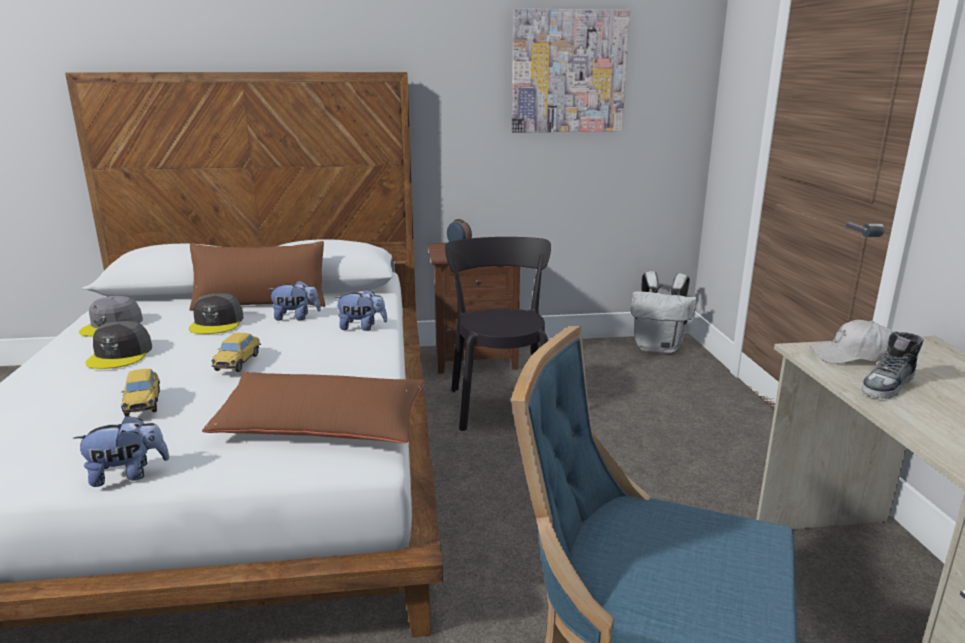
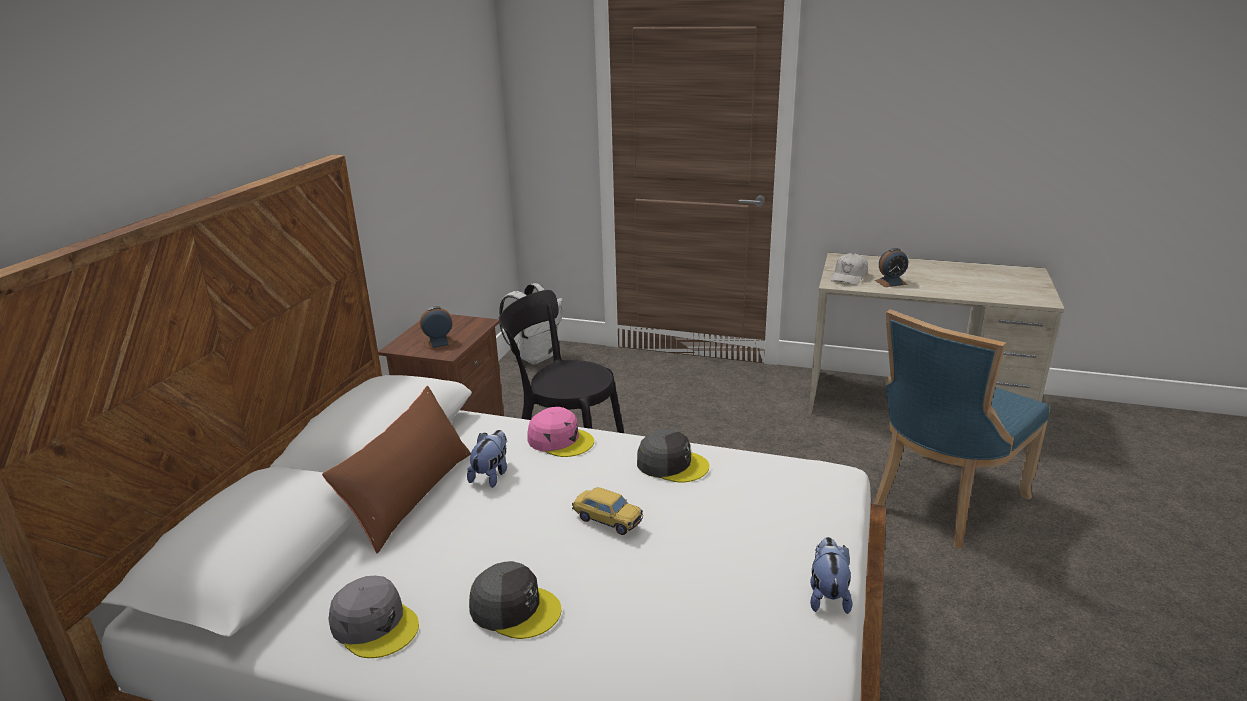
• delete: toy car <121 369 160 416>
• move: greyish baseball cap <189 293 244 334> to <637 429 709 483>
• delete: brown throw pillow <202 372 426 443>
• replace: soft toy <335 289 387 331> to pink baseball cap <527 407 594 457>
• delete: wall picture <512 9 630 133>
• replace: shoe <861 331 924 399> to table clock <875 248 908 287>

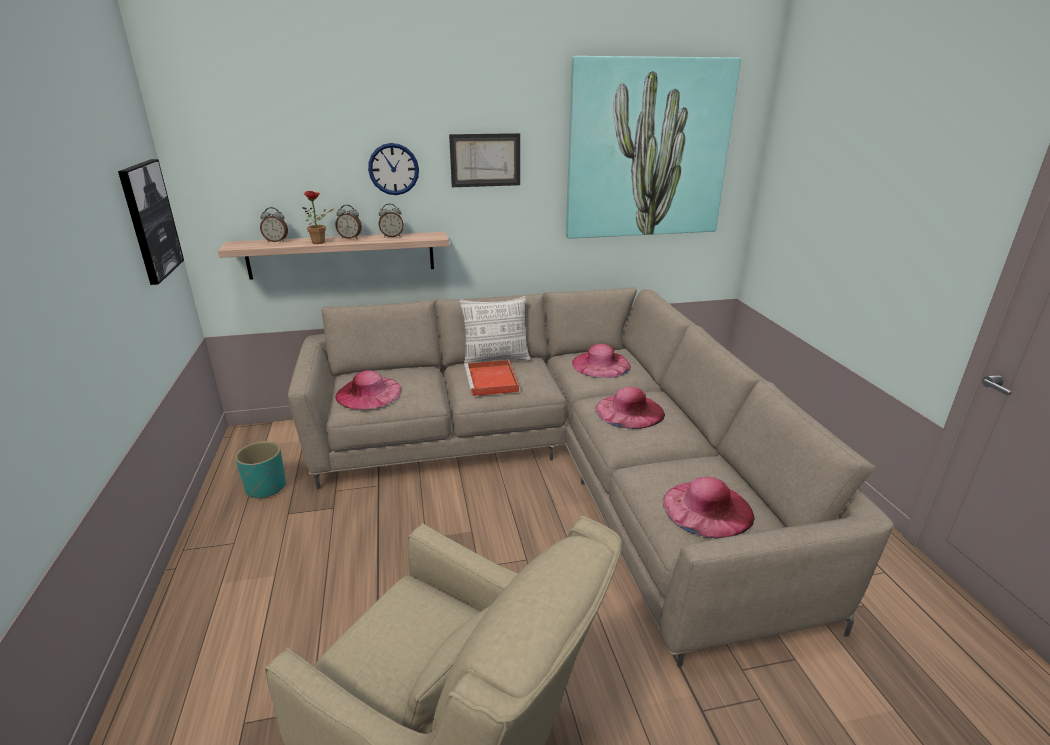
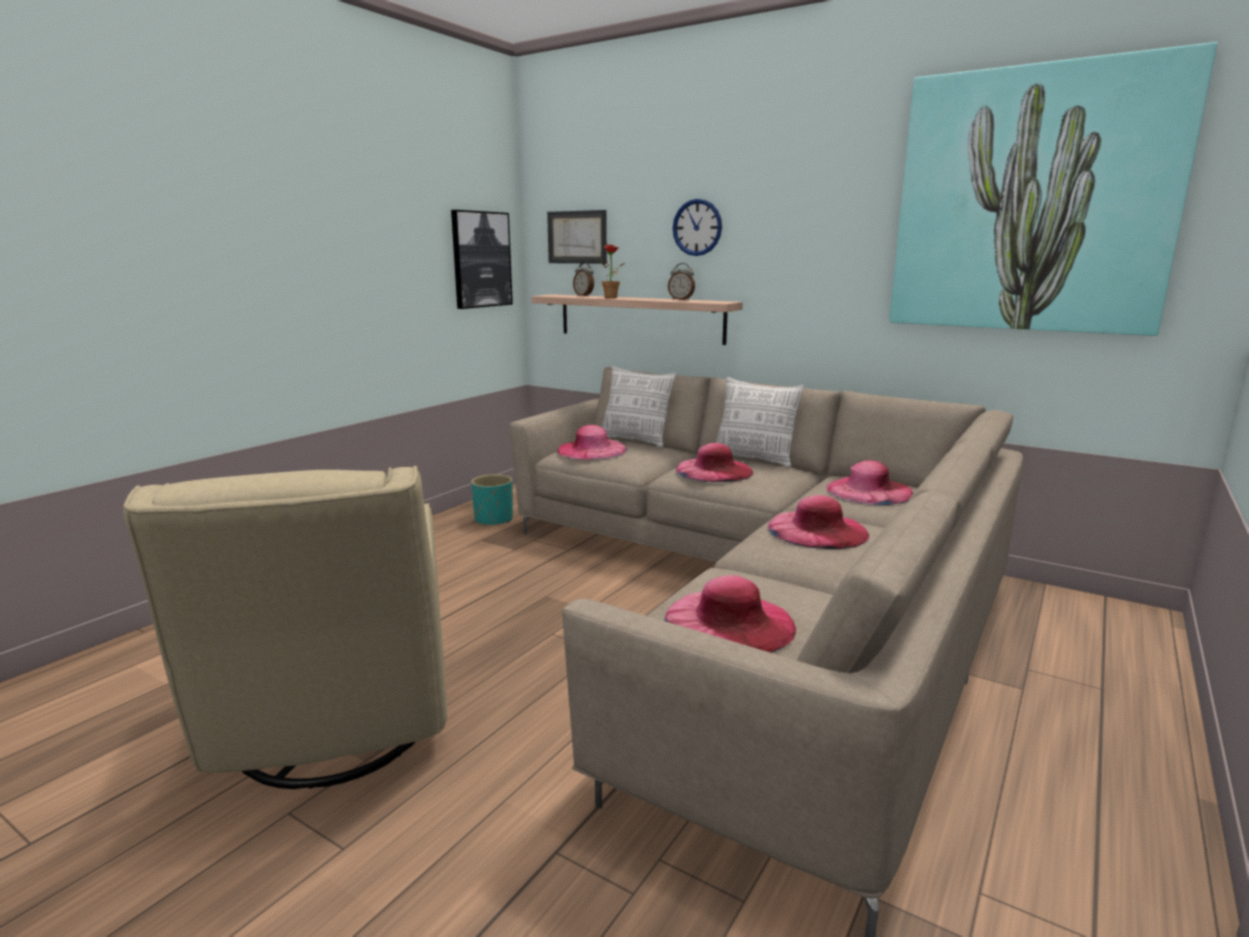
• delete: table clock <335 205 362 239>
• move: wall picture <449 133 520 187> to <547 210 607 264>
• replace: red-coloured tray <464 360 519 396> to pink wearable hat <676 443 754 482>
• insert: throw pillow <602 365 676 448>

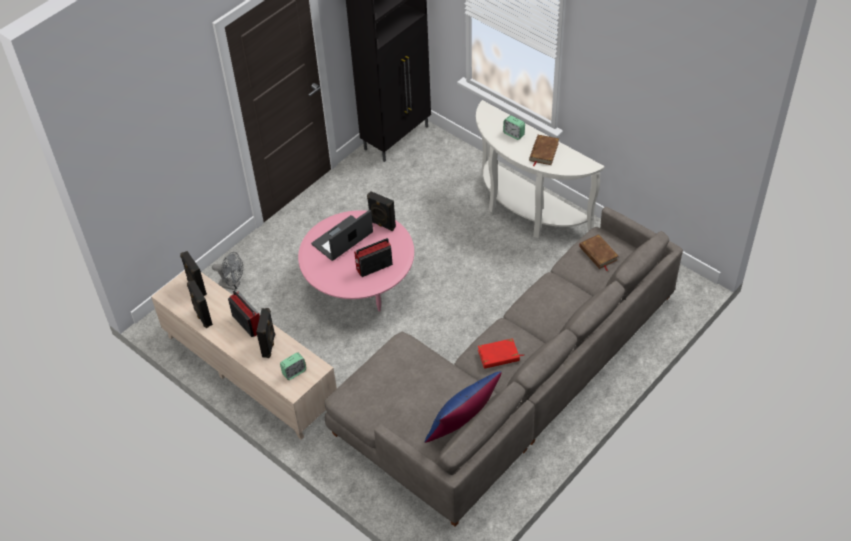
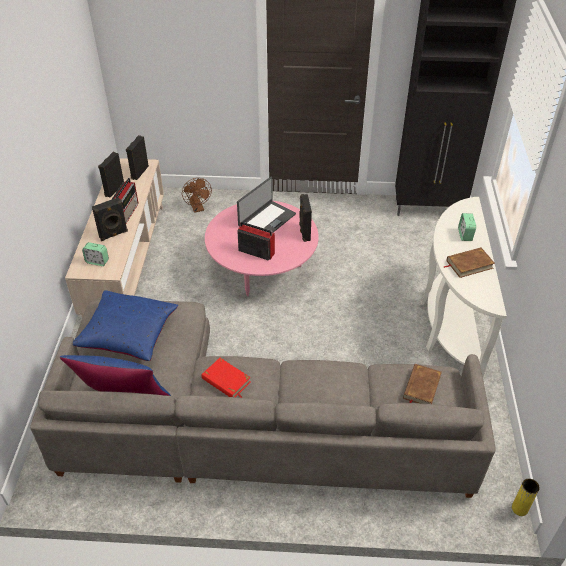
• recolor: greyish fan <212 252 243 291> to brown fan <182 178 212 213>
• rotate: notebook computer <311 210 373 261> = <237 177 296 233> 120 degrees clockwise
• insert: bluish throw pillow <73 290 178 361>
• insert: yellowish decorative vase <512 479 540 516>

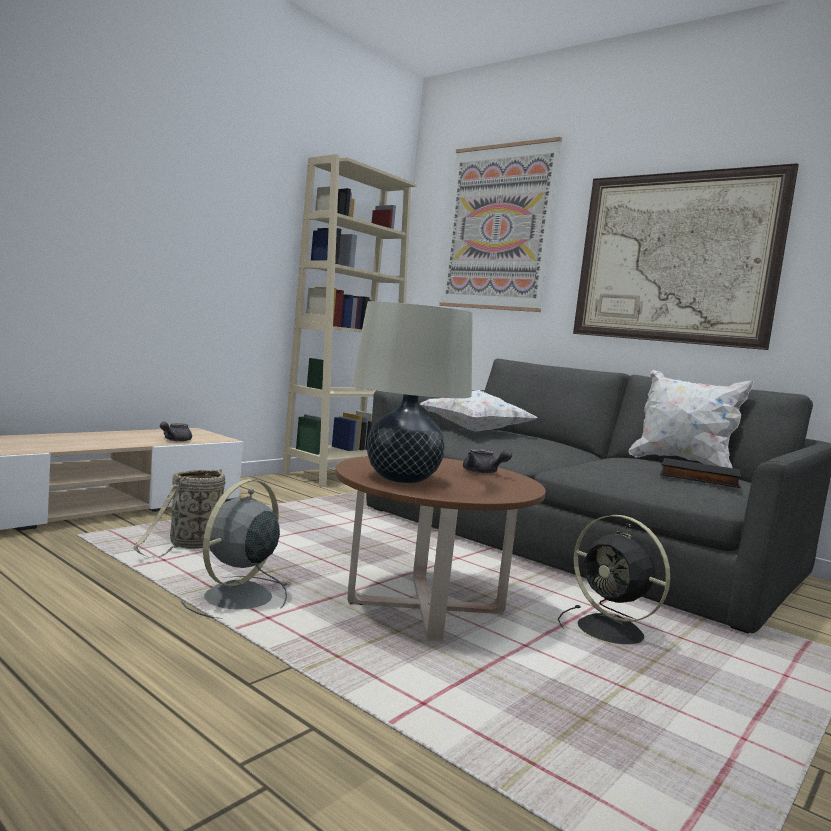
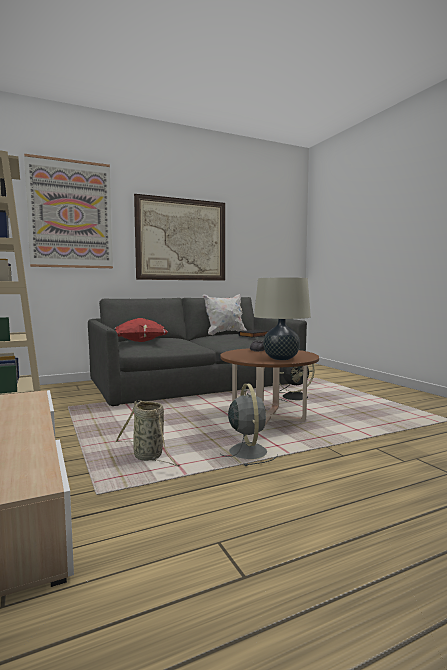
• delete: greyish tea pot <160 422 192 442>
• rotate: greyish fan <181 479 287 619> = <221 384 278 466> 150 degrees counterclockwise
• recolor: whitish throw pillow <420 390 537 432> to red-coloured throw pillow <114 318 168 342>

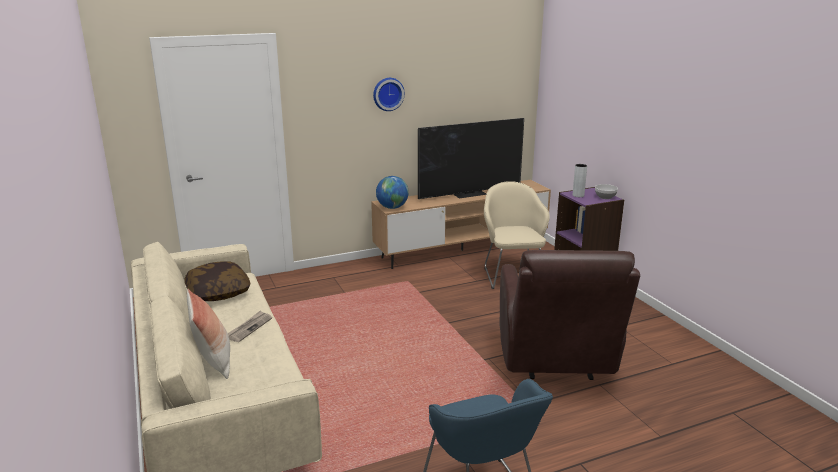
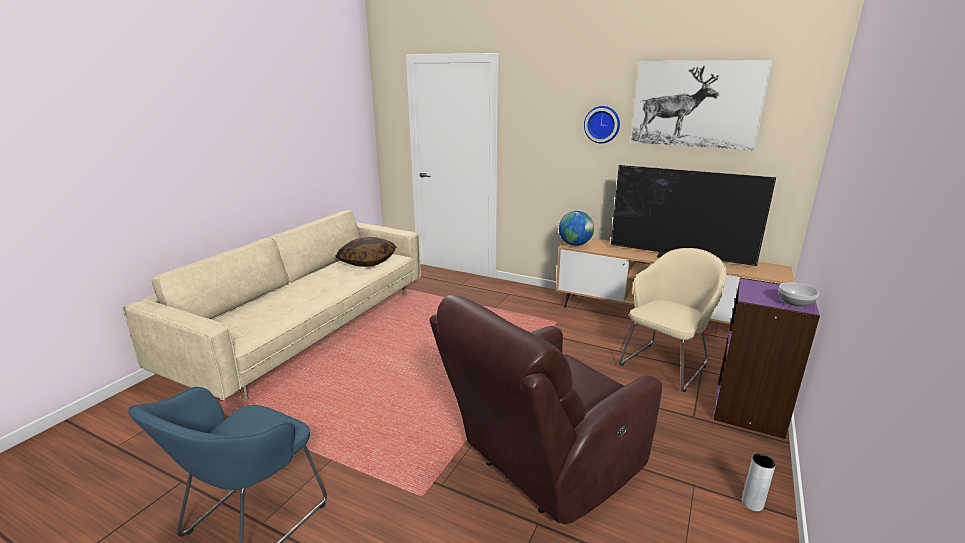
• delete: throw pillow <187 289 230 379>
• delete: newspaper <228 310 272 342>
• move: greyish decorative vase <573 164 587 197> to <742 454 776 511>
• insert: wall picture <631 60 773 150>

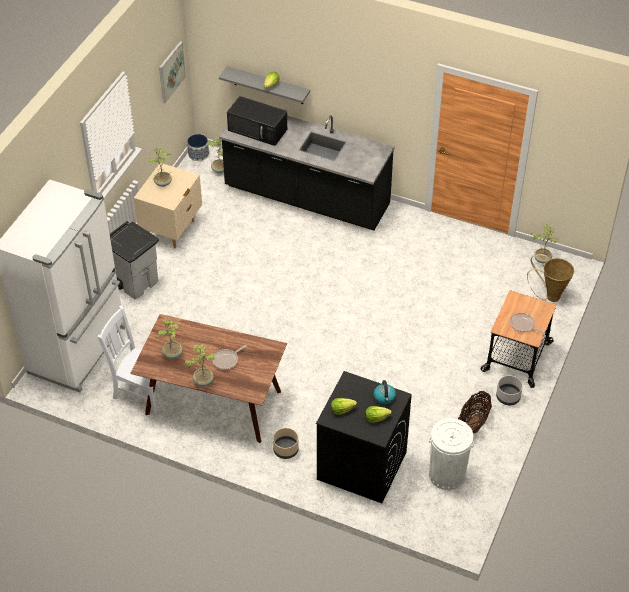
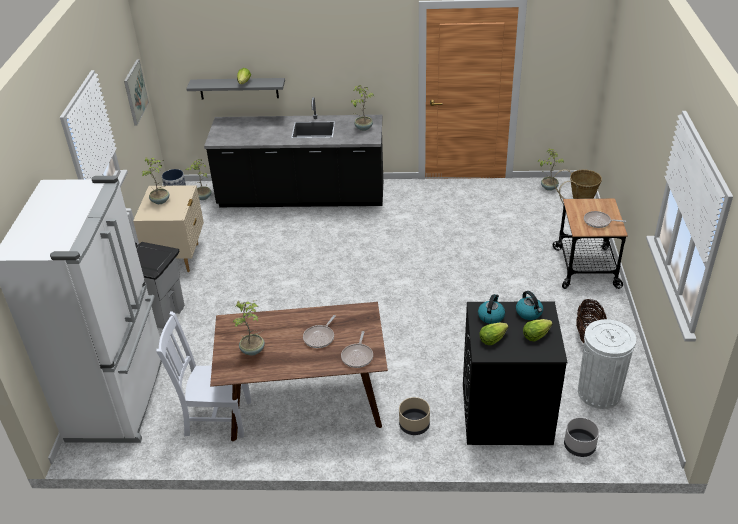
• move: houseplant <184 344 215 386> to <351 85 374 131>
• delete: black kitchen microwave <227 96 287 146>
• move: greyish plant pot <496 375 523 405> to <564 417 599 457>
• insert: pan <341 331 373 368>
• insert: water kettle <478 294 505 324>

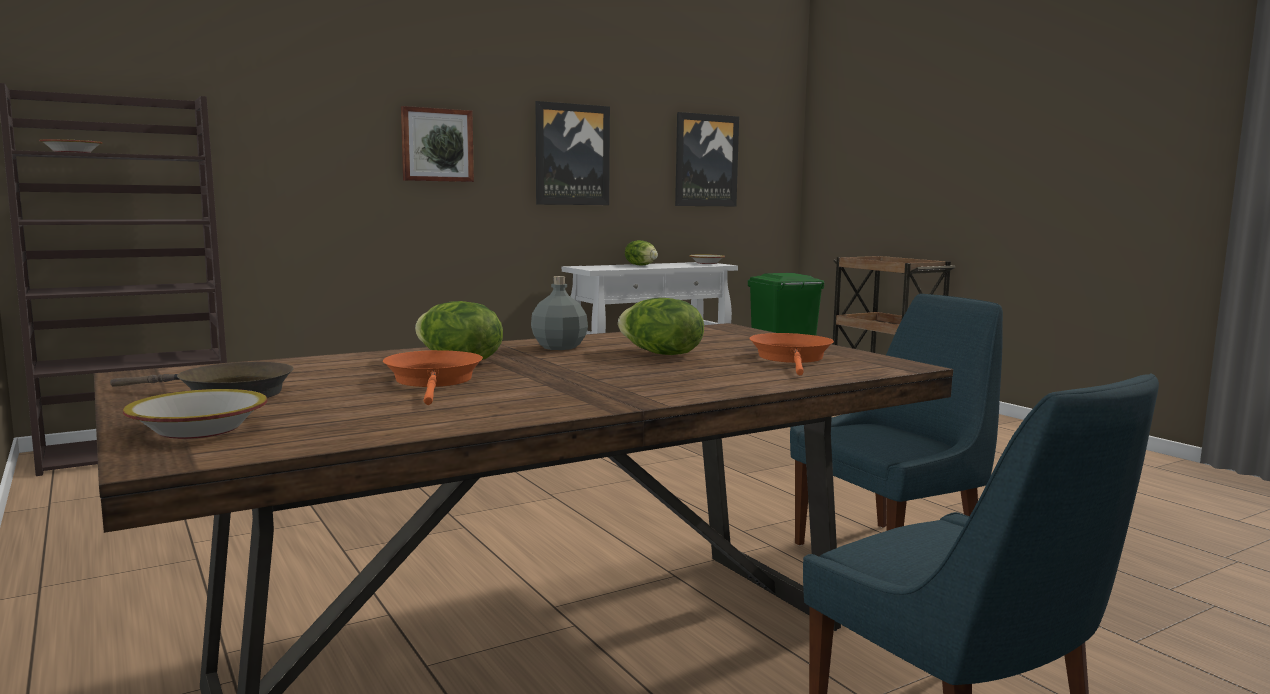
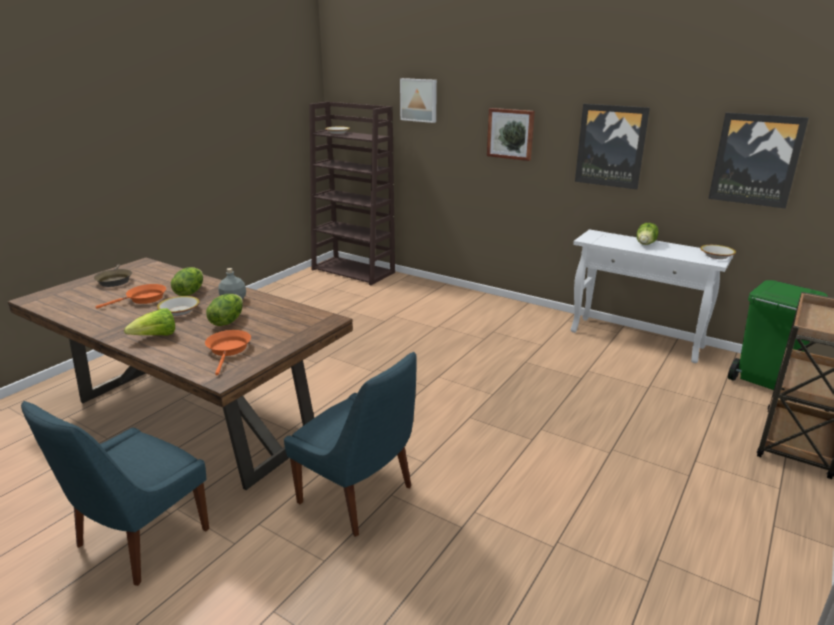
• move: serving bowl <123 389 267 439> to <157 296 200 316>
• rotate: orange pan <750 333 834 376> = <205 330 251 375> 75 degrees counterclockwise
• insert: head of lettuce <124 308 175 336>
• insert: wall picture <400 78 437 123>

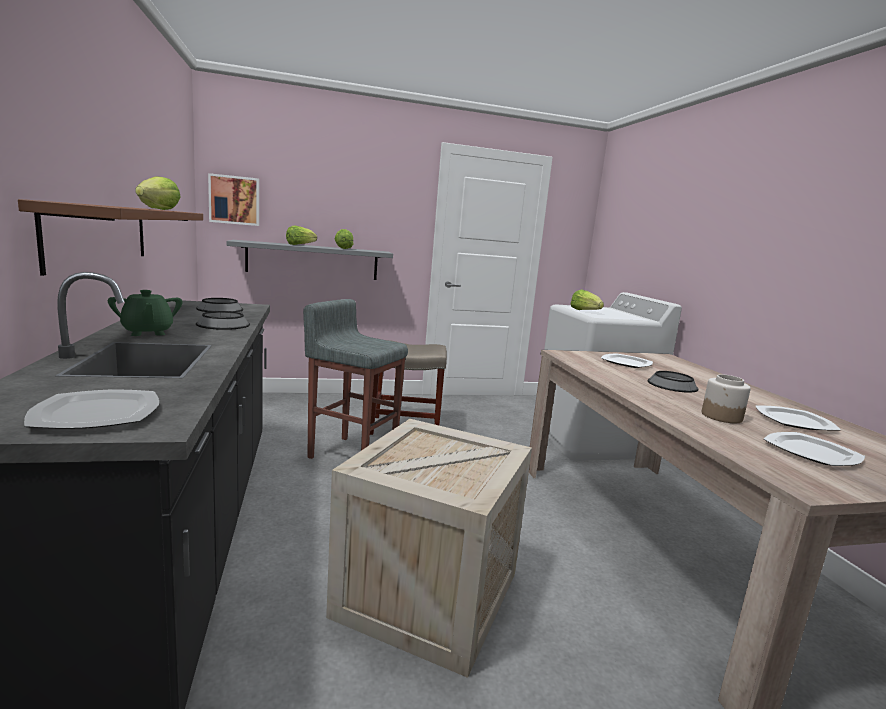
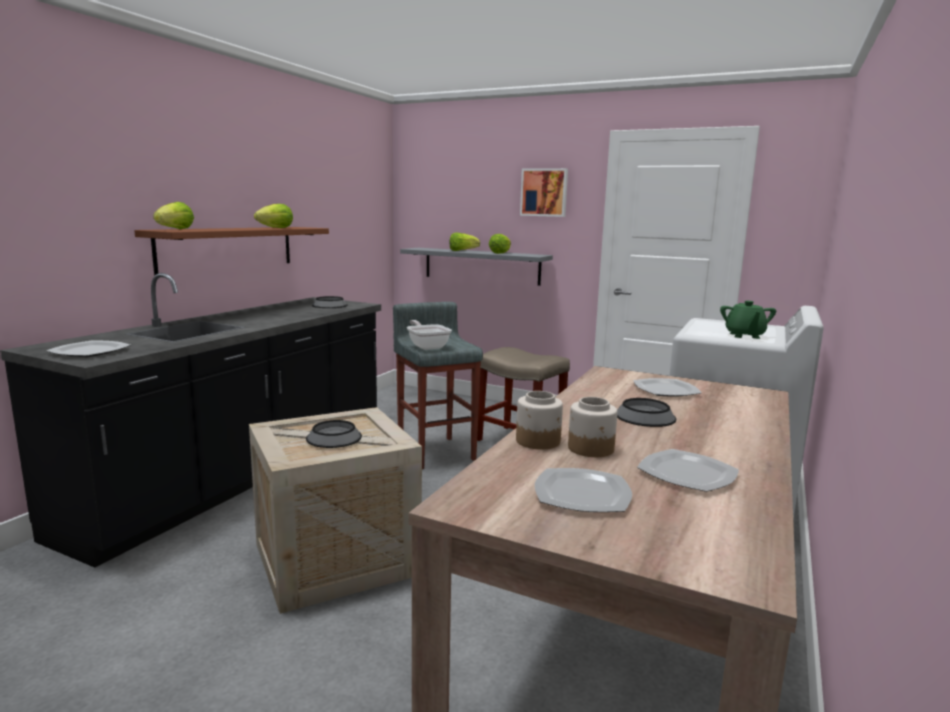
• move: greenish tea pot <108 290 183 336> to <720 301 776 339>
• move: serving bowl <196 311 250 330> to <306 420 362 448>
• move: wall picture <208 173 259 226> to <520 168 568 217>
• move: head of lettuce <571 289 604 310> to <153 202 194 229>
• insert: pan <407 320 452 350>
• insert: jar <516 391 563 450>

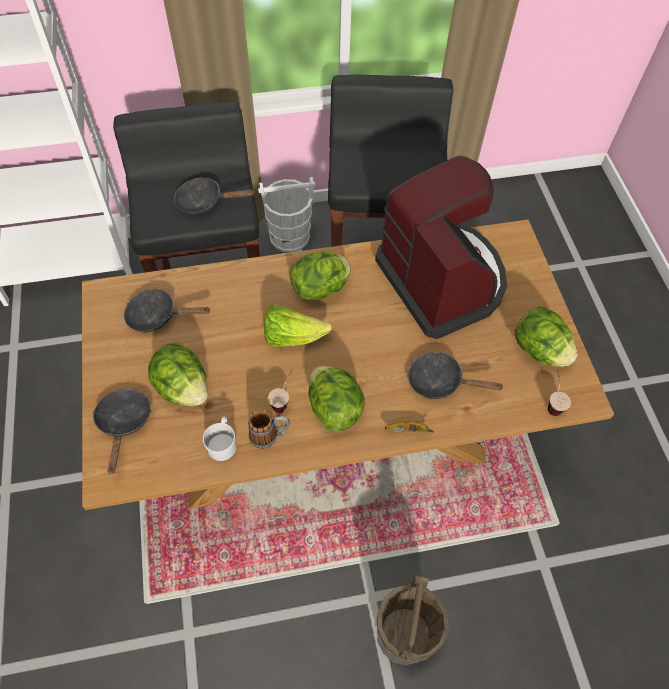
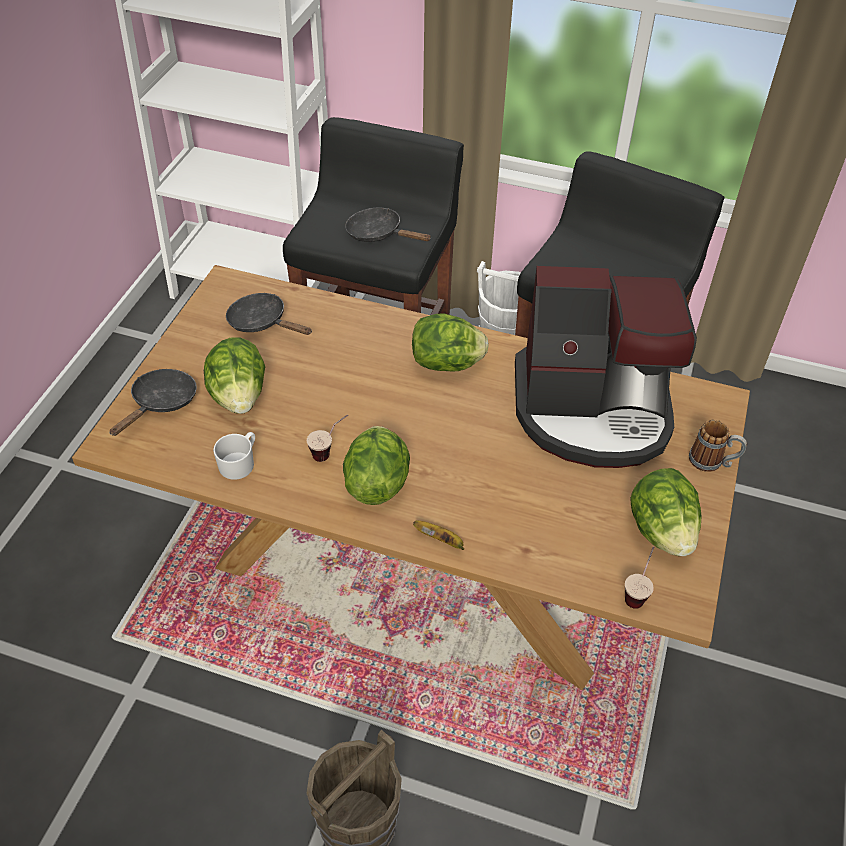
• move: tea mug <248 409 290 449> to <689 419 747 472>
• delete: head of lettuce <264 305 333 347>
• rotate: coffee brewer <375 155 507 339> = <515 266 697 468> 90 degrees clockwise
• delete: black pan <408 352 504 399>

